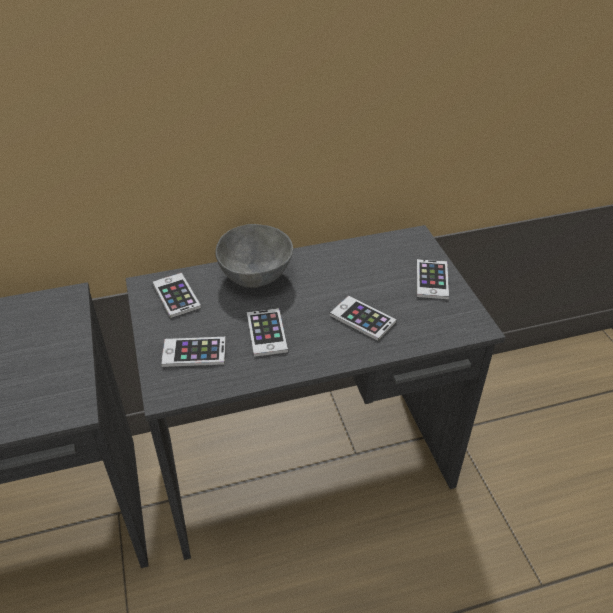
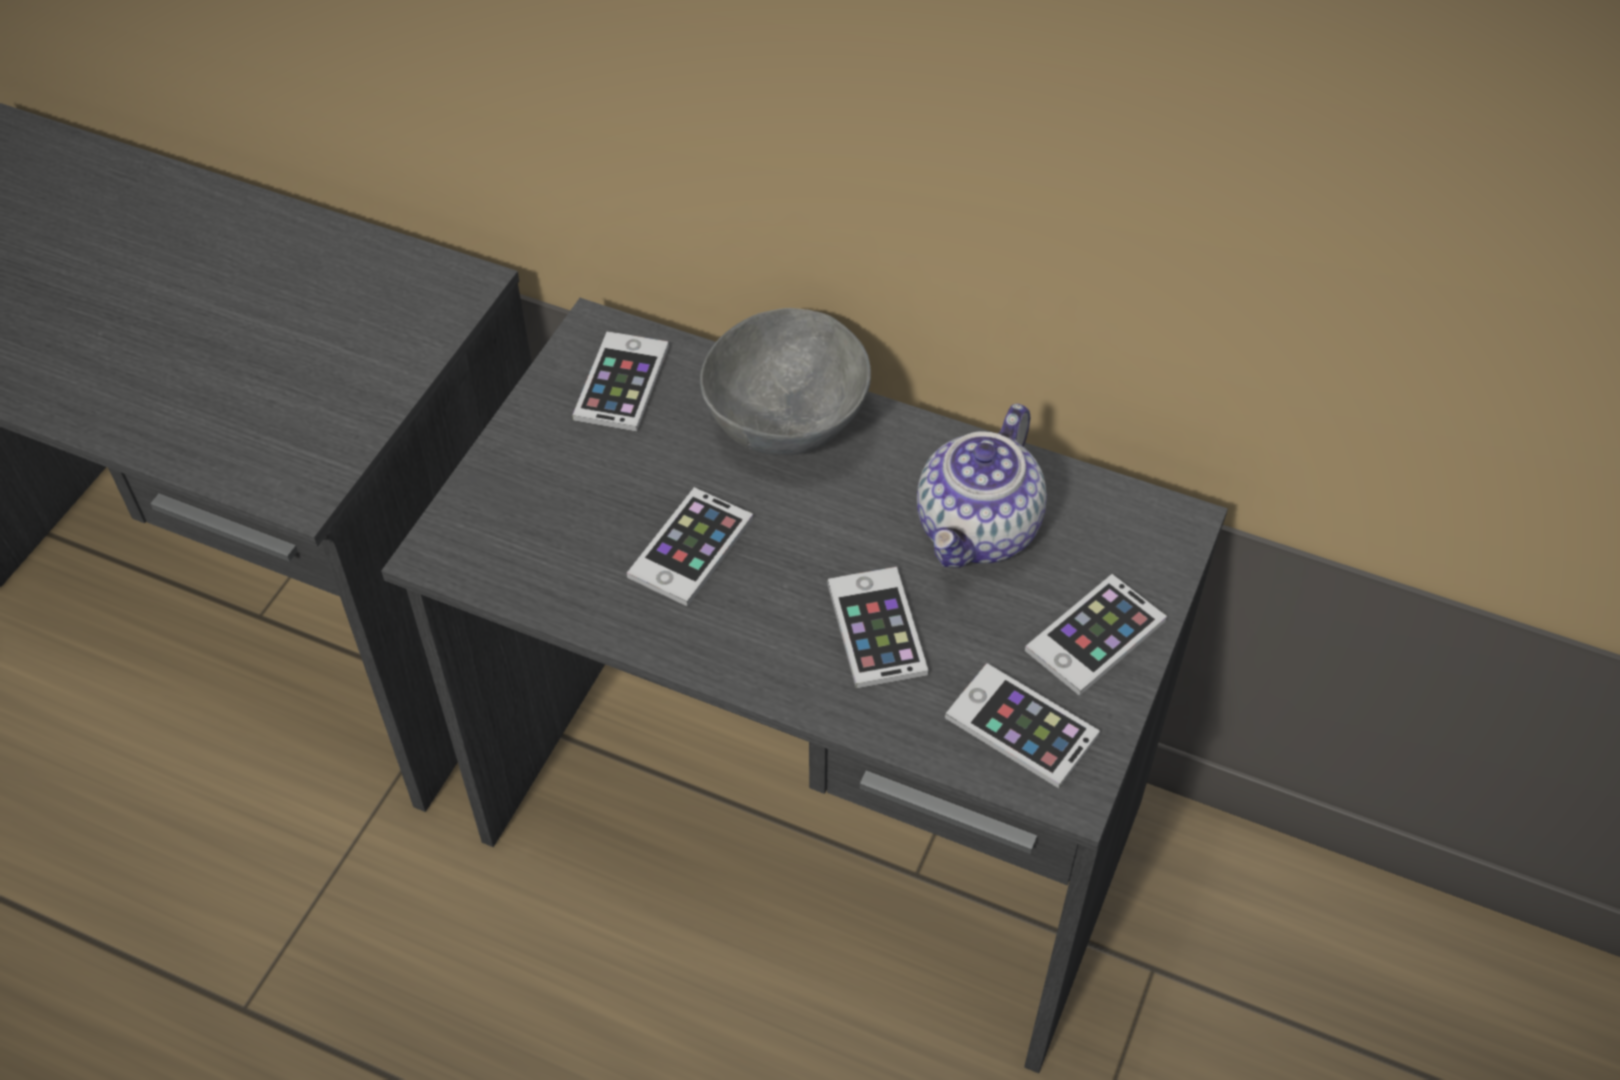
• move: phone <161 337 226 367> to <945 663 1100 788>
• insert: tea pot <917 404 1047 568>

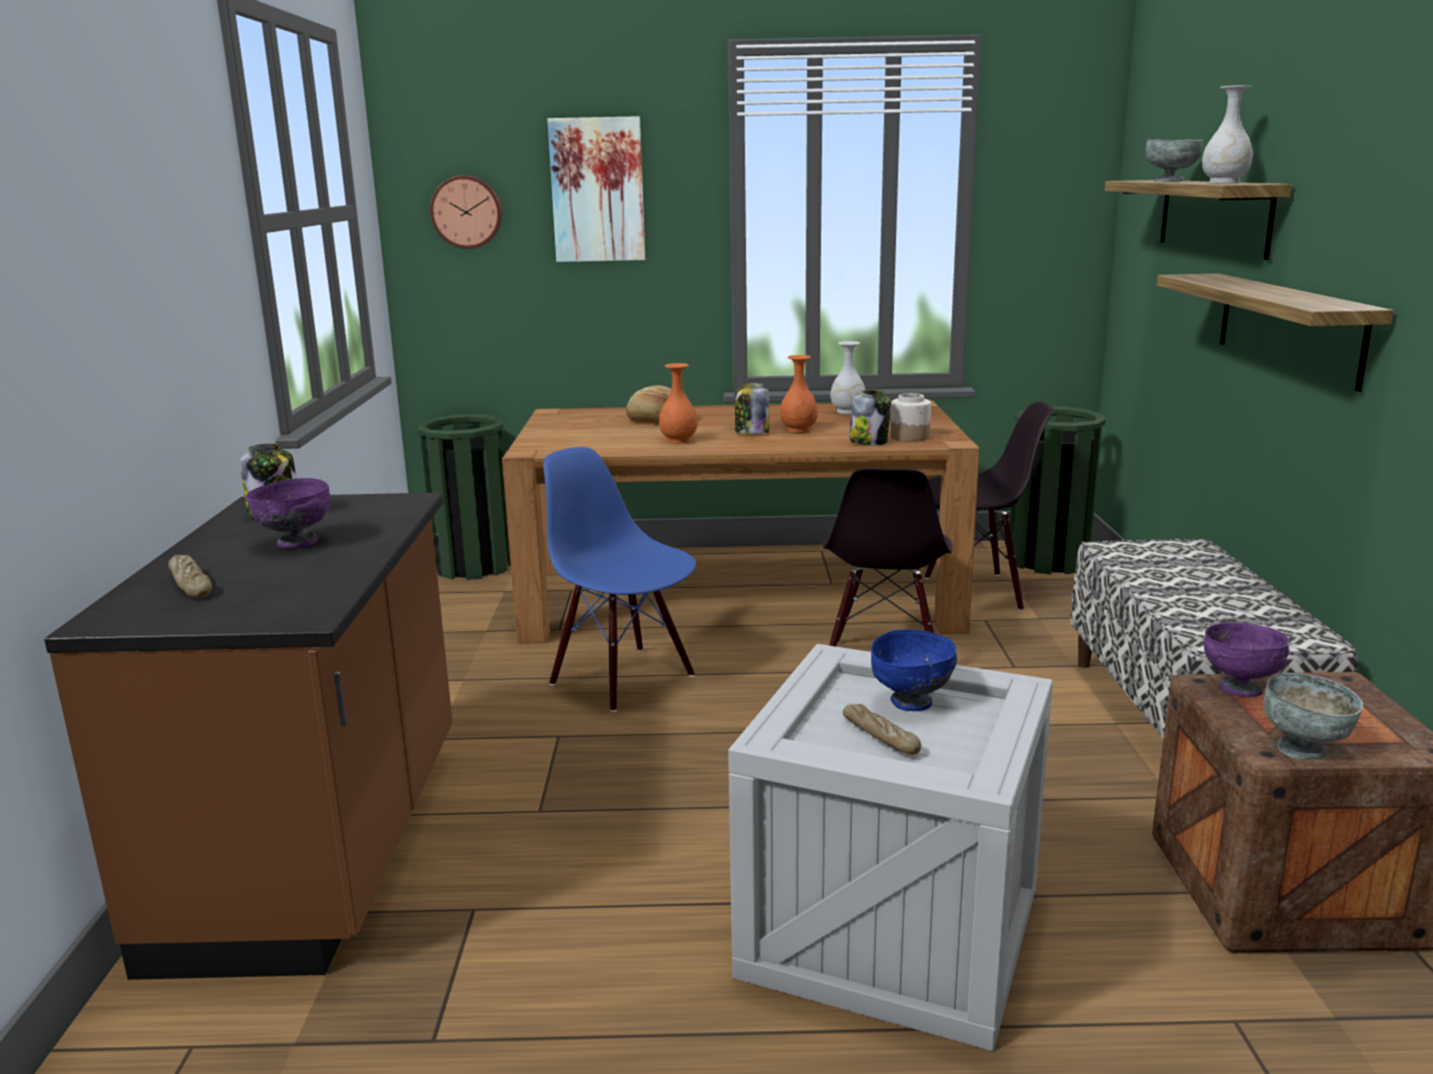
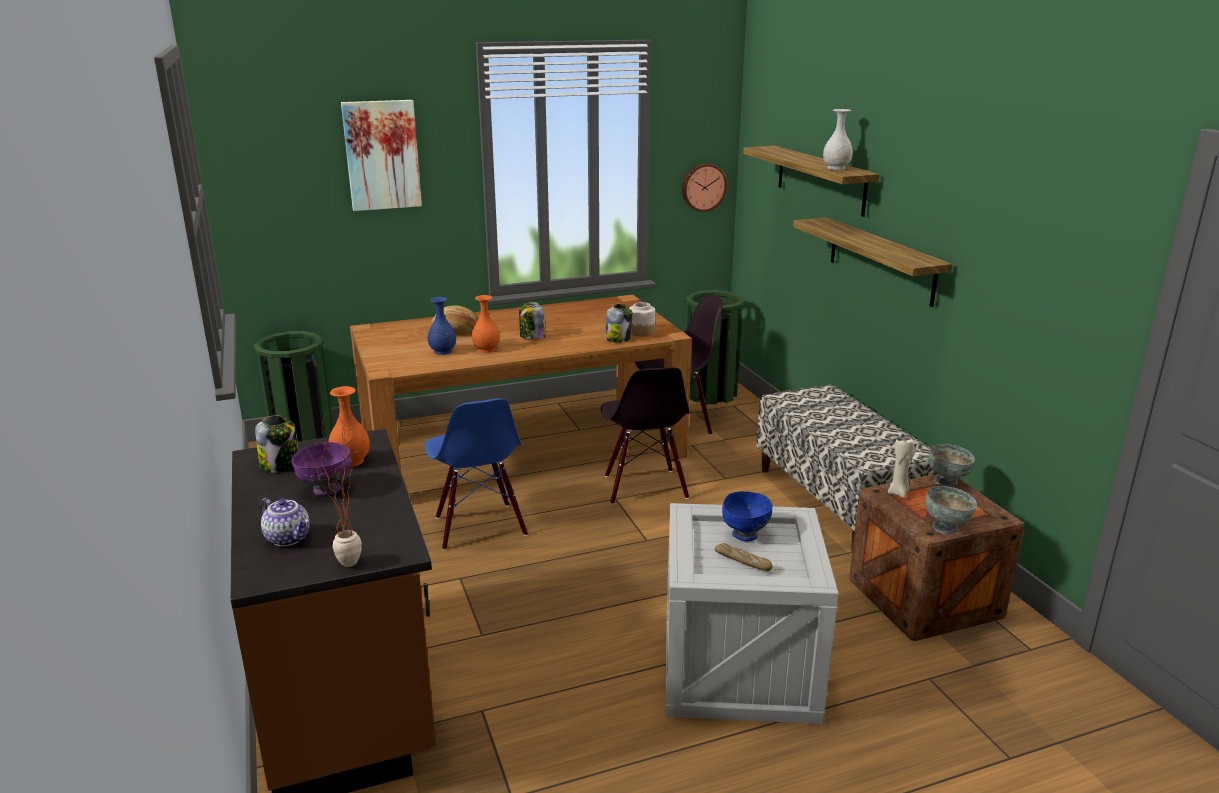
• replace: baked bread <168 555 212 599> to tea pot <260 498 310 546>
• move: wall clock <430 175 502 249> to <682 163 727 212>
• rotate: bluish chair <543 447 696 712> = <425 398 528 550> 135 degrees counterclockwise
• move: orange decorative vase <780 355 818 433> to <329 386 370 467>
• delete: whitish decorative vase <831 341 865 414>
• move: greyish serving bowl <1146 139 1203 182> to <928 444 975 487>
• replace: purplish serving bowl <1204 622 1289 697> to beige wax candle <888 439 914 498>
• insert: houseplant <307 413 362 567>
• insert: bluish decorative vase <428 297 456 355>

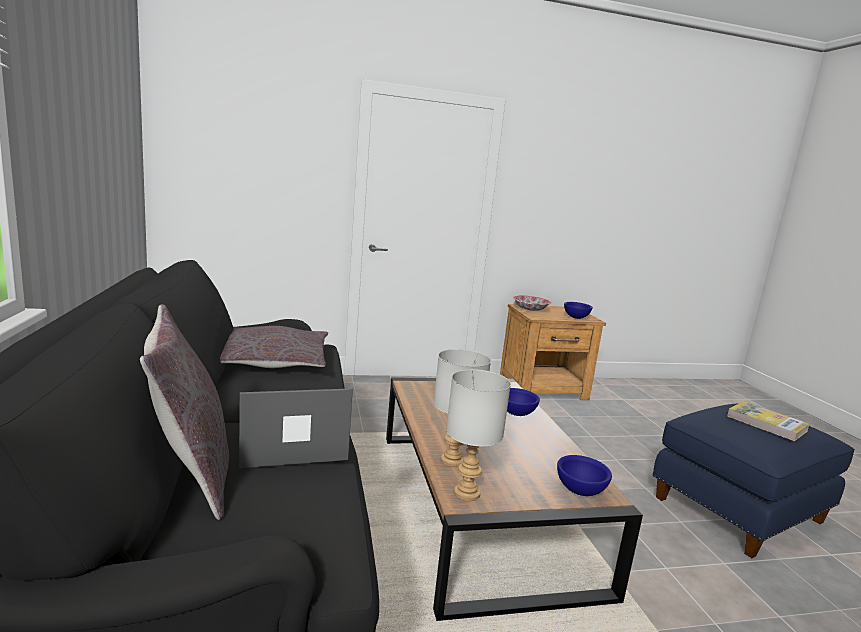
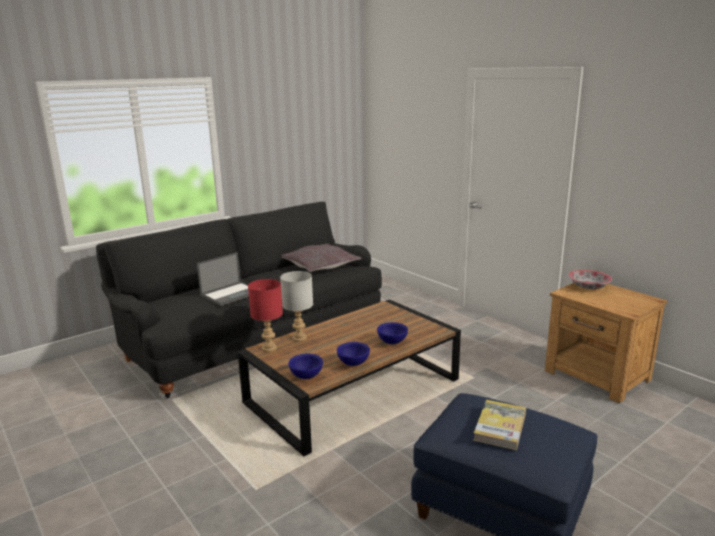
• delete: greyish throw pillow <140 304 229 520>
• rotate: notebook computer <239 388 353 469> = <197 252 249 306> 90 degrees clockwise
• recolor: greyish table lamp <446 369 511 501> to red-coloured table lamp <248 279 283 352>
• move: bluish serving bowl <564 302 593 319> to <337 342 370 366>

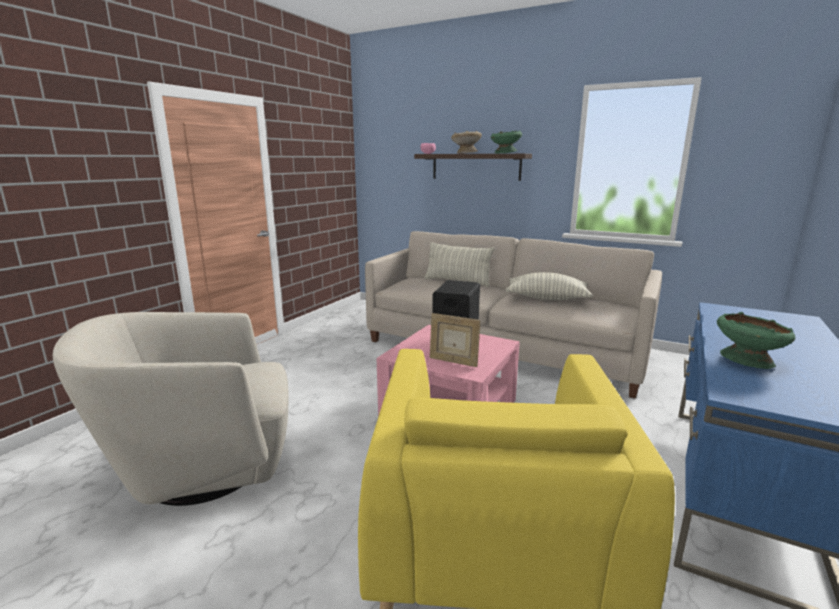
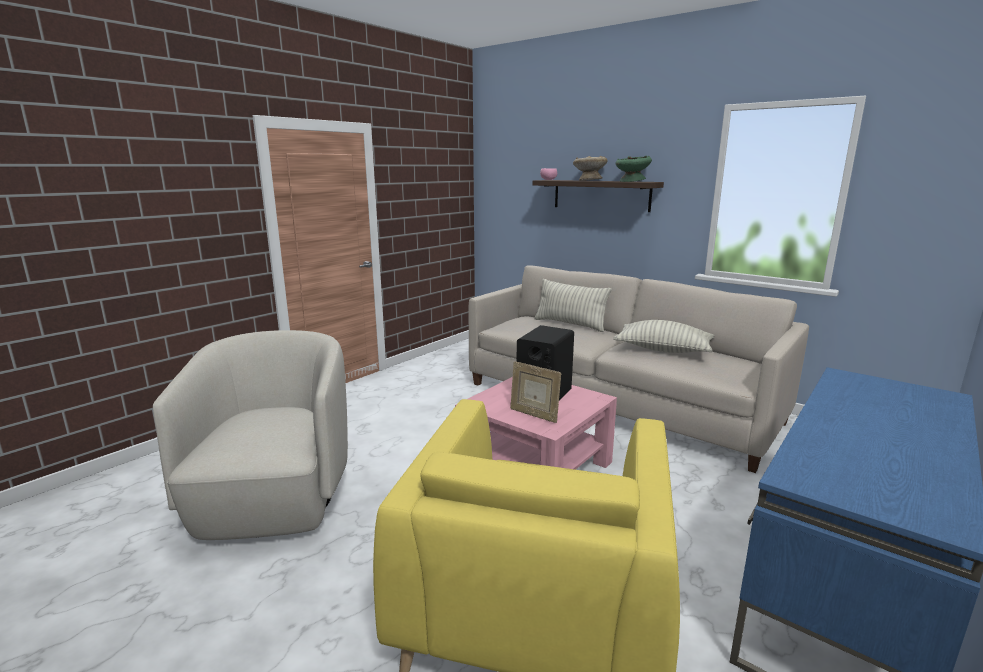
• rotate: beige easy chair <53 312 289 506> = <153 330 348 540> 90 degrees clockwise
• delete: greenish serving bowl <717 312 795 369>

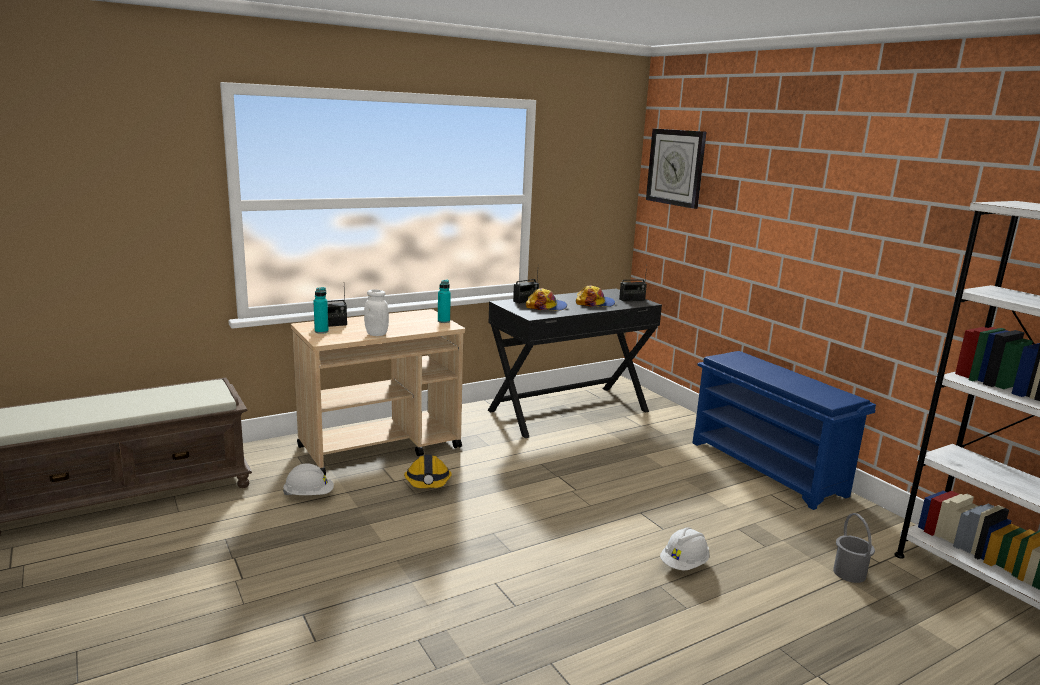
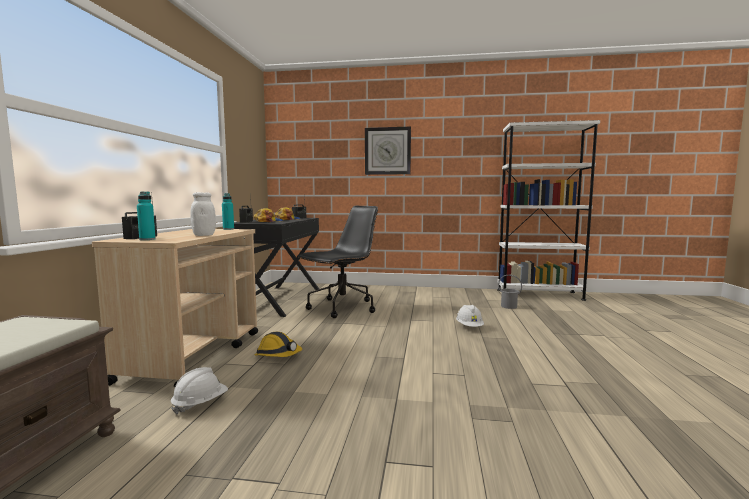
• move: wall clock <646 128 706 209> to <365 127 411 175>
• delete: bluish shoe rack <692 351 876 510>
• insert: black desk chair <298 206 378 318>

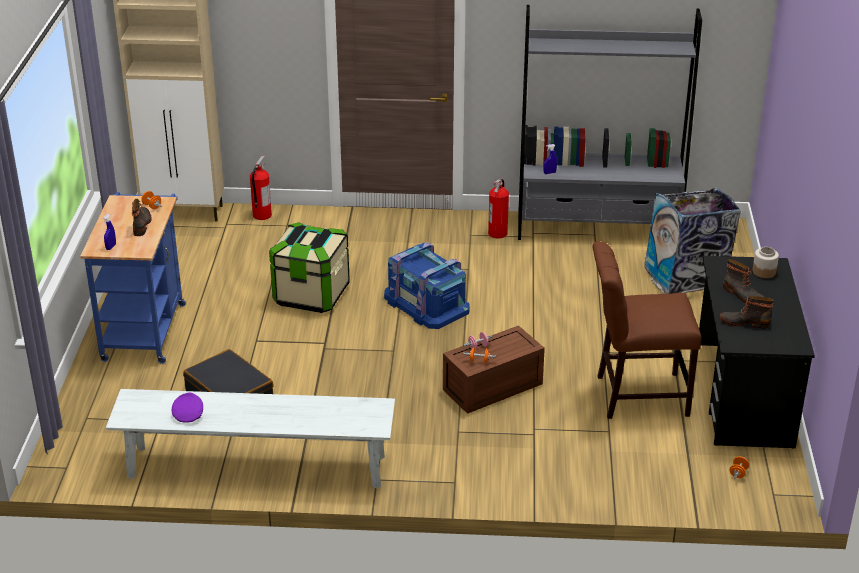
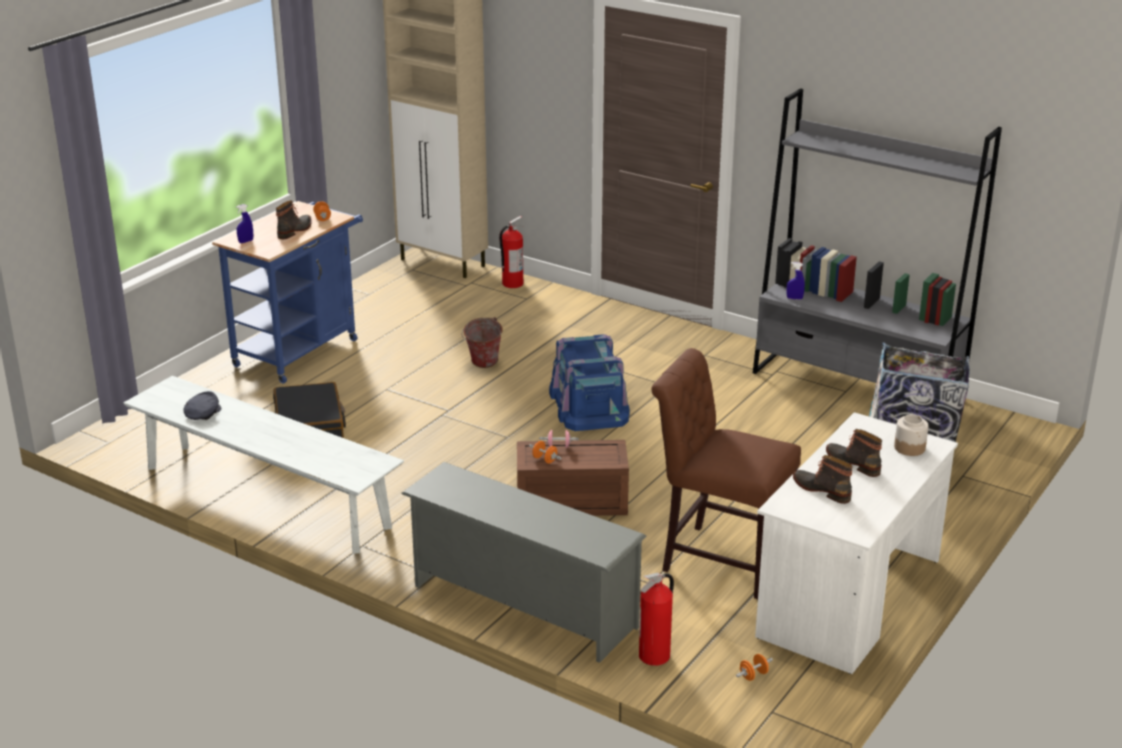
• recolor: purplish baseball cap <172 392 203 423> to greyish baseball cap <183 391 221 420>
• replace: storage container <269 222 350 313> to pail <461 317 502 368>
• move: extinguisher <488 179 509 239> to <639 573 674 666>
• recolor: black desk unit <699 256 815 449> to whitish desk unit <755 412 958 674>
• rotate: boot <723 259 764 303> = <826 429 882 477> 150 degrees clockwise
• insert: greyish shoe rack <401 462 646 663>

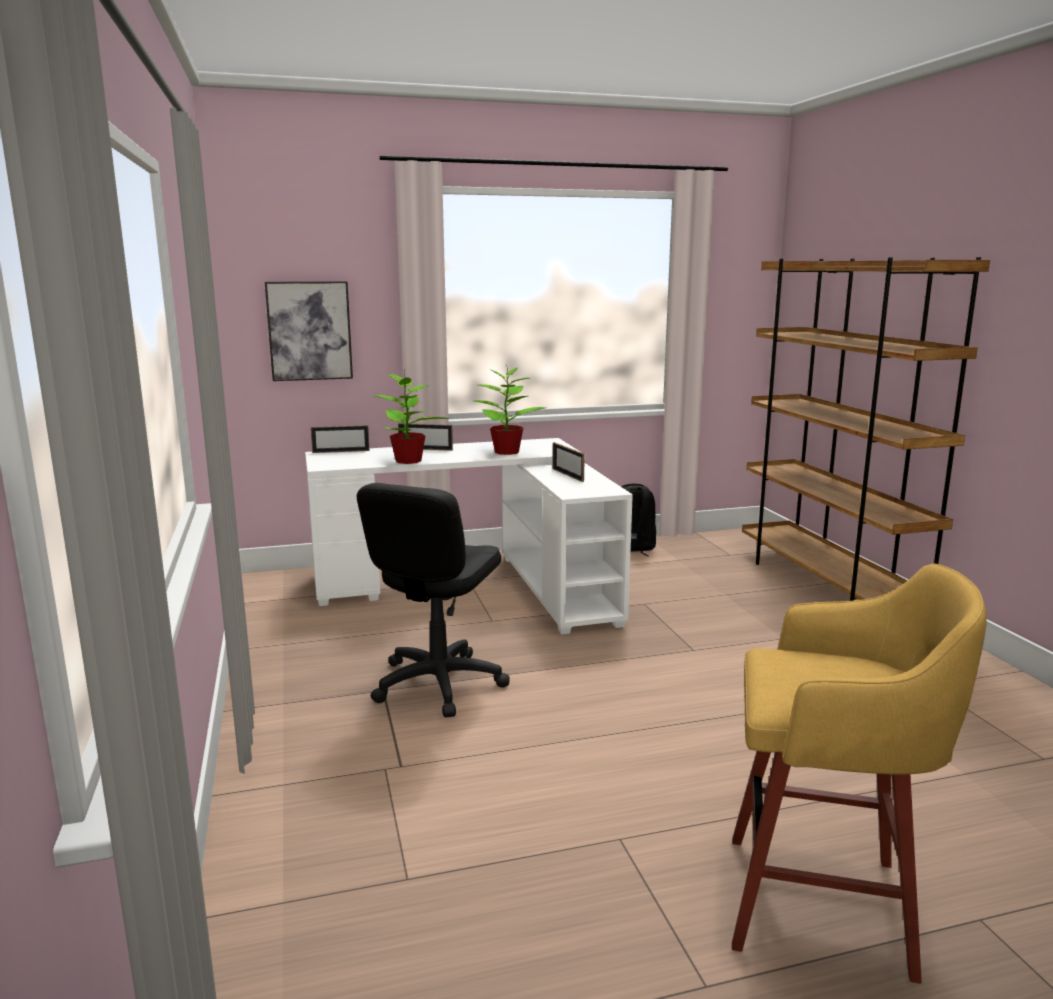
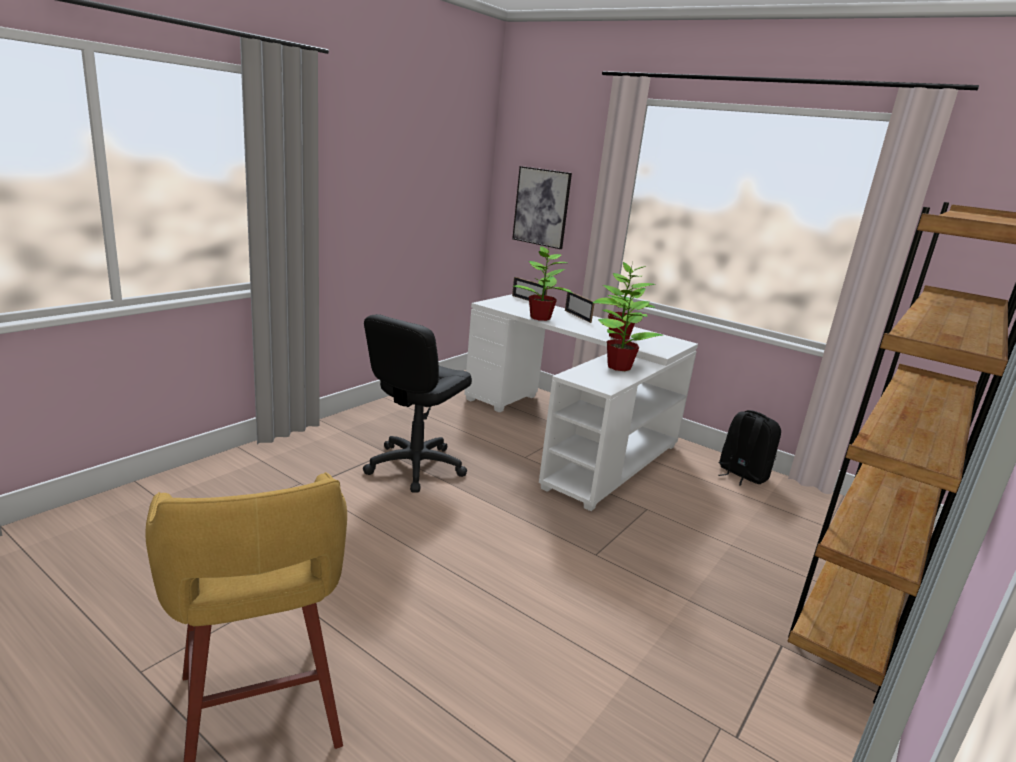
• rotate: black desk chair <357 483 510 717> = <363 314 472 493> 45 degrees counterclockwise
• replace: standing frame <553 442 585 482> to houseplant <598 286 663 371>

